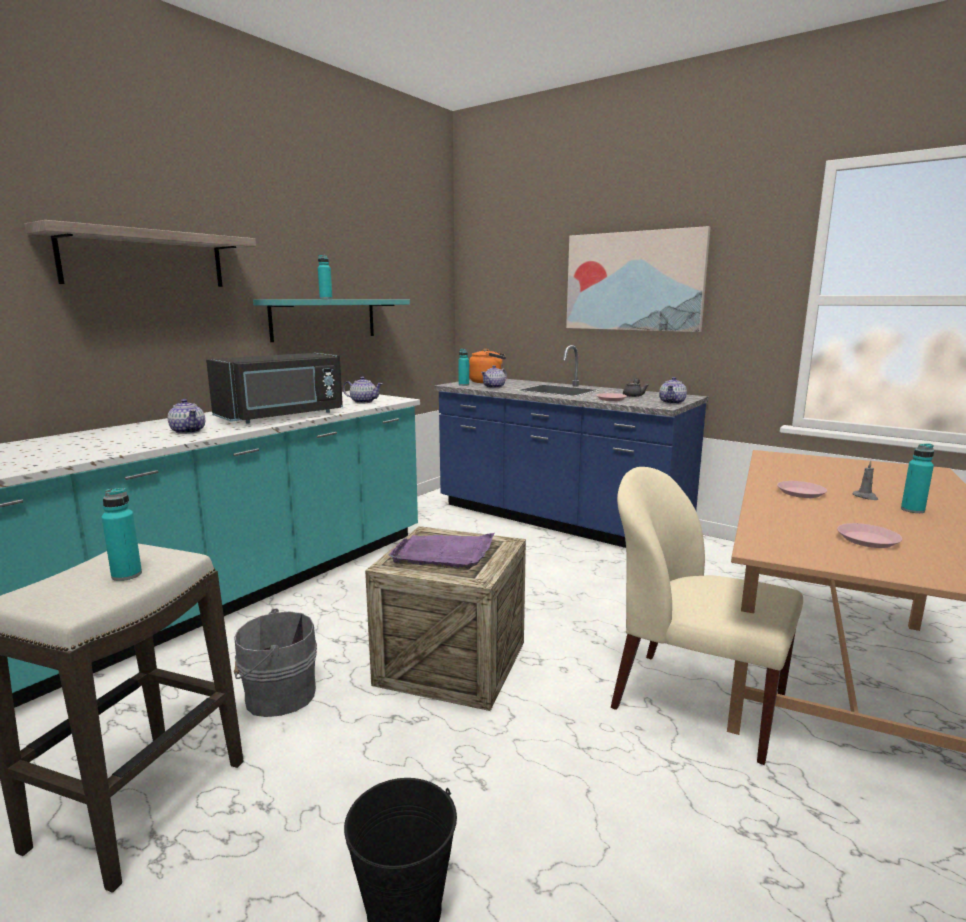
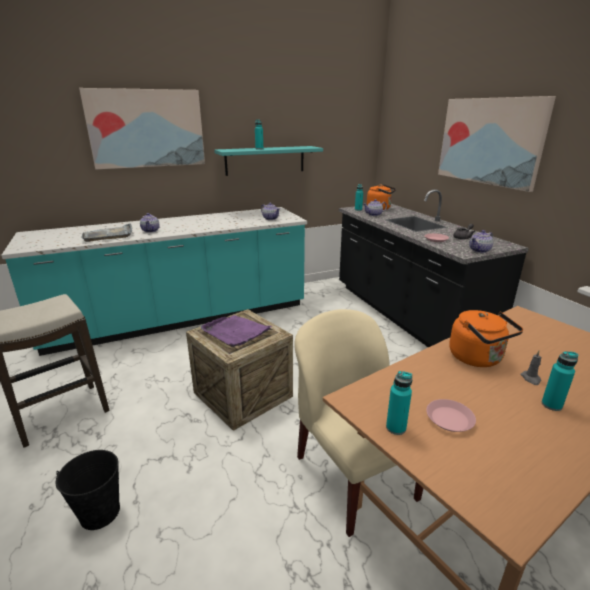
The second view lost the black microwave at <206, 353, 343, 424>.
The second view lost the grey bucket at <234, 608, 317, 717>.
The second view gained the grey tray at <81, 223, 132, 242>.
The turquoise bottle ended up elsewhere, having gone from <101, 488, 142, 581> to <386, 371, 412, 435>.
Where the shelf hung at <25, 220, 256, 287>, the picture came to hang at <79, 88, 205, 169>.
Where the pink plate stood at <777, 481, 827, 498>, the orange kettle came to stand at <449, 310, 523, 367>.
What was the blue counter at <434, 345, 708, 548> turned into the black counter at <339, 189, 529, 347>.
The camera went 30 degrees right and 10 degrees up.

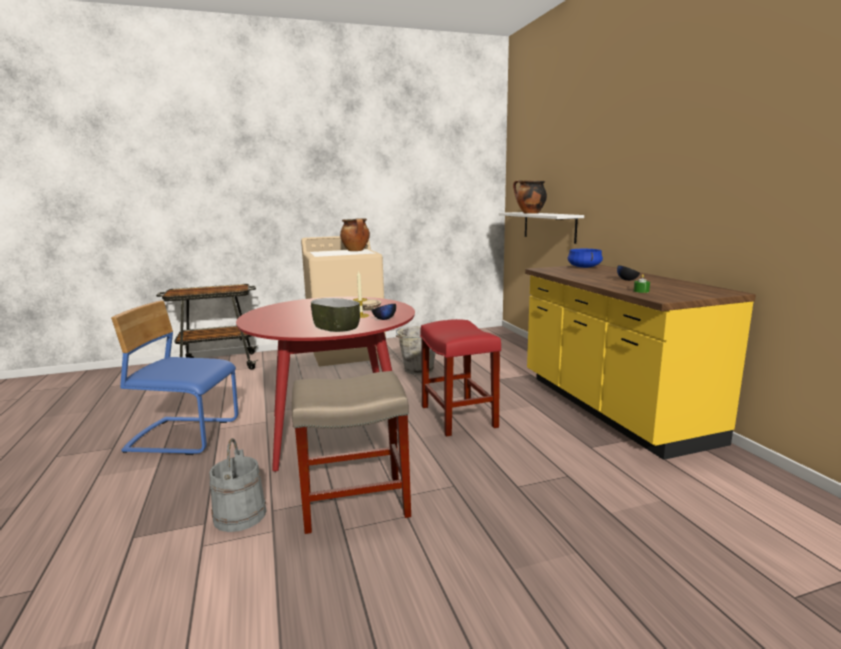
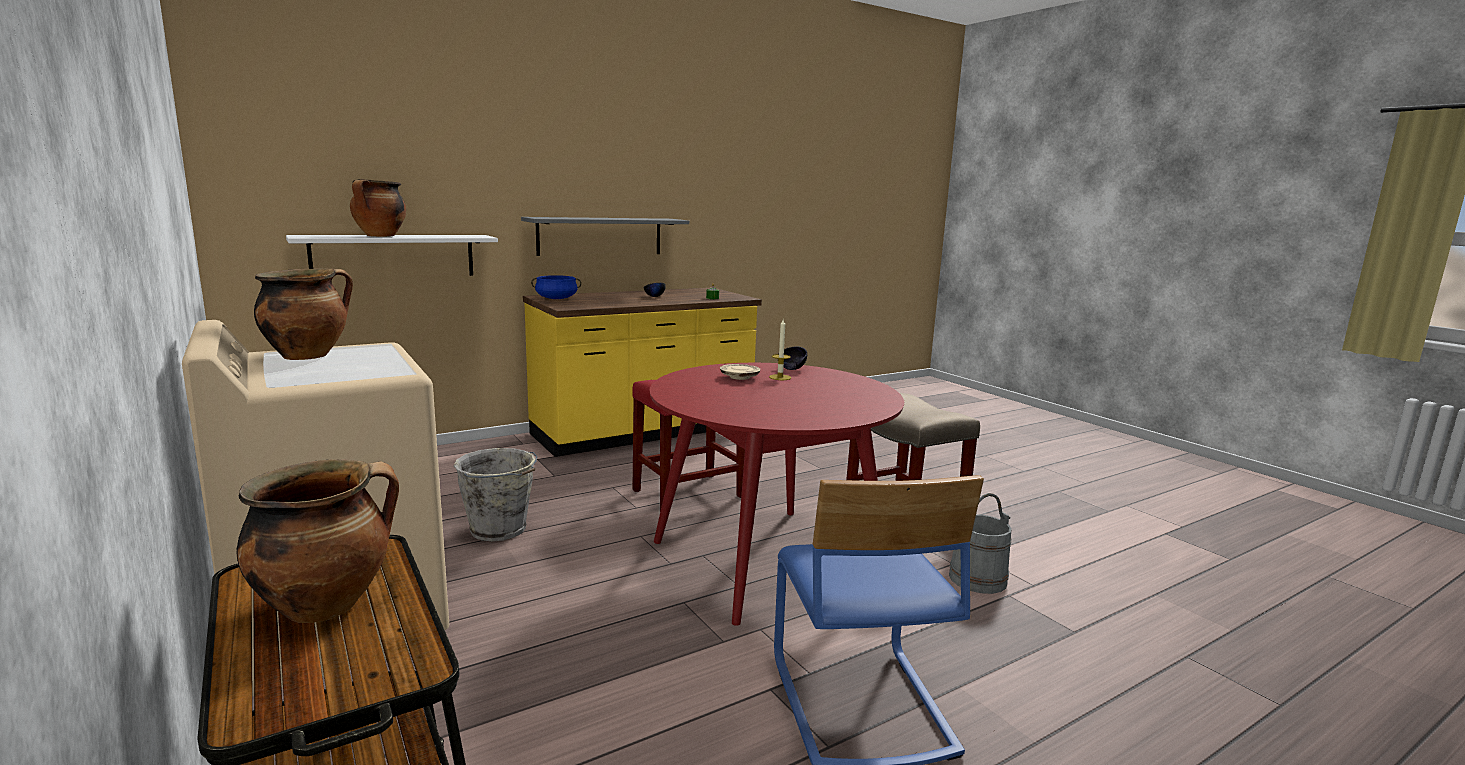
The second view lost the bowl at <311, 298, 360, 332>.
The second view gained the cooking pot at <236, 459, 399, 623>.
The second view gained the grey shelf at <521, 217, 689, 256>.
The camera went 105 degrees left and 0 degrees up.

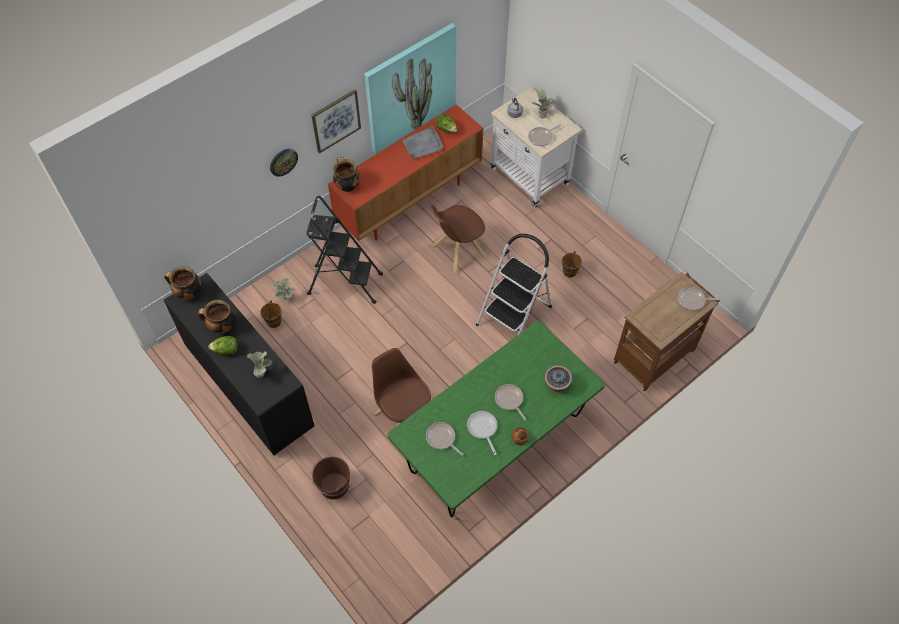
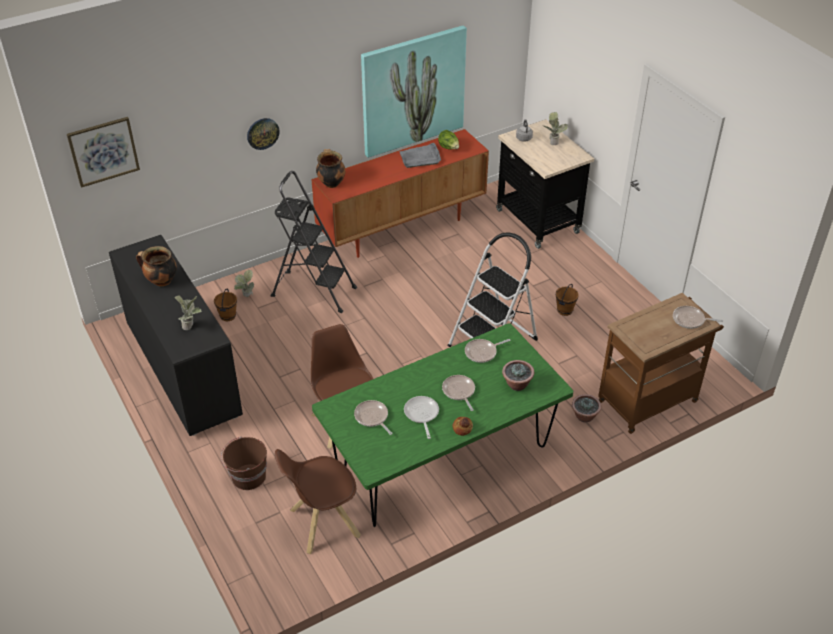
The second view lost the cooking pot at <164, 266, 201, 300>.
The second view lost the lettuce at <208, 336, 238, 355>.
The second view gained the potted plant at <572, 394, 601, 422>.
The picture ended up elsewhere, having gone from <311, 90, 361, 153> to <67, 117, 140, 188>.
The brown chair ended up elsewhere, having gone from <430, 205, 487, 275> to <275, 449, 361, 554>.
The frying pan ended up elsewhere, having gone from <528, 124, 561, 146> to <465, 339, 510, 363>.
What was the white cart at <490, 87, 582, 208> turned into the black cart at <496, 119, 594, 249>.
The camera went 10 degrees right and 15 degrees down.

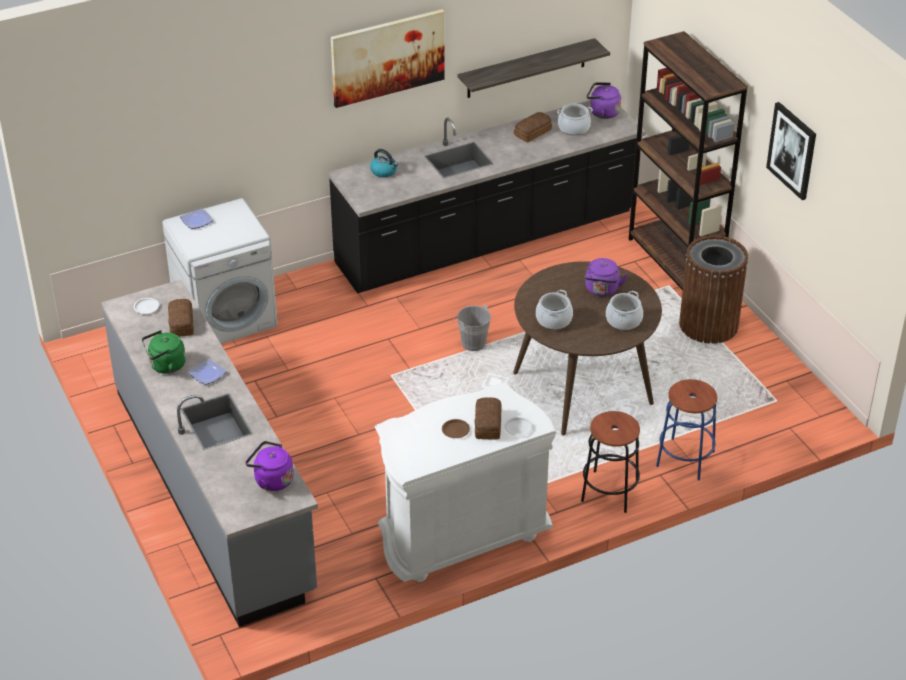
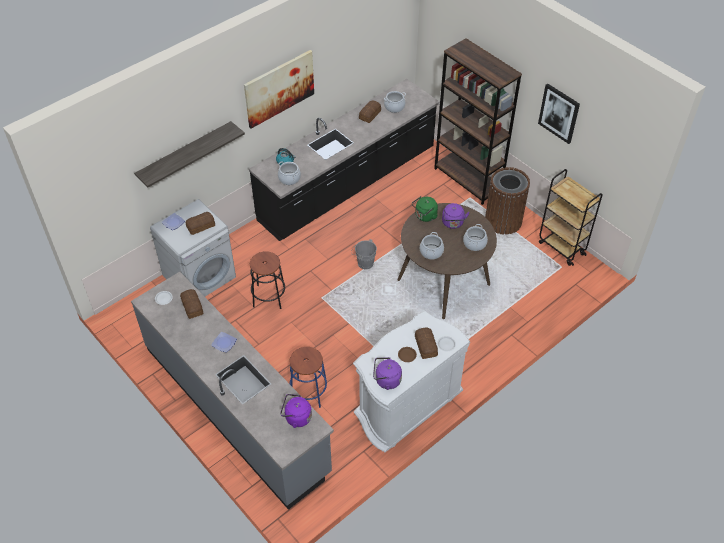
The second view gained the bread at <186, 212, 215, 235>.
The second view gained the cooking pot at <278, 161, 301, 185>.
The second view gained the brown cart at <539, 169, 603, 266>.
The green kettle ended up elsewhere, having gone from <142, 330, 186, 374> to <412, 196, 438, 222>.
The shelf ended up elsewhere, having gone from <457, 38, 610, 98> to <134, 121, 245, 187>.
The black stool ended up elsewhere, having gone from <581, 411, 640, 513> to <250, 251, 285, 309>.
The purple kettle ended up elsewhere, having gone from <587, 83, 621, 119> to <373, 357, 402, 390>.
The blue stool ended up elsewhere, having gone from <656, 379, 717, 480> to <289, 347, 327, 408>.
The camera went 15 degrees left and 10 degrees up.

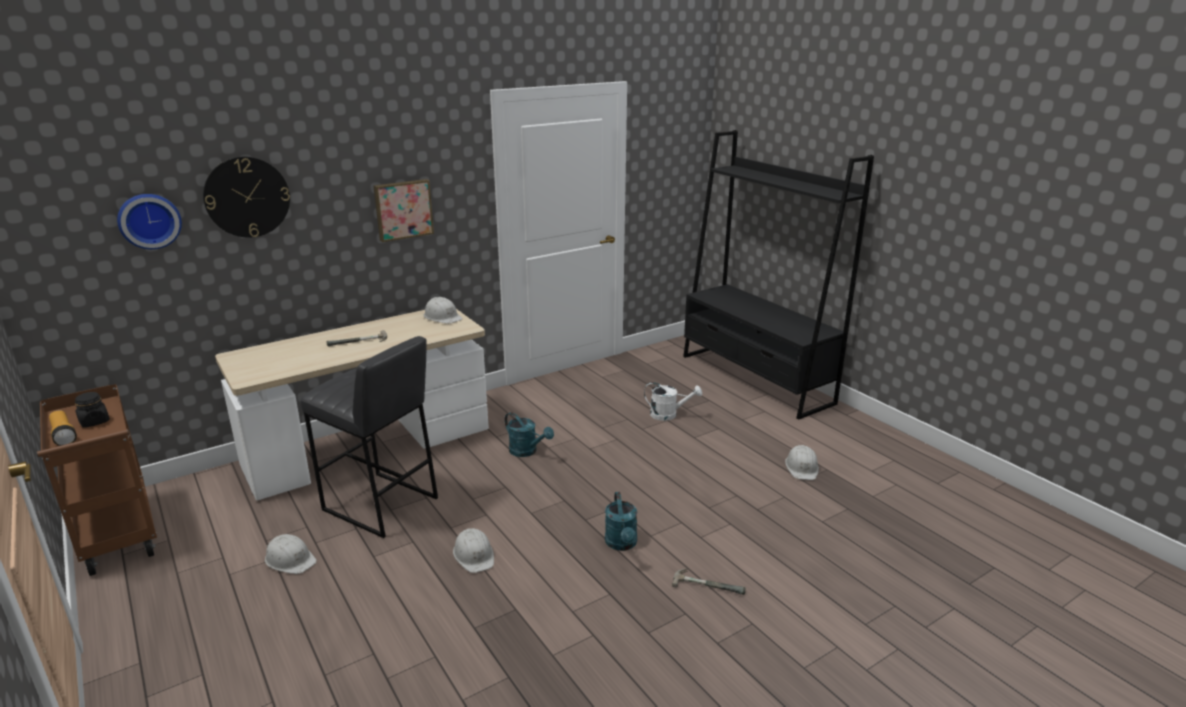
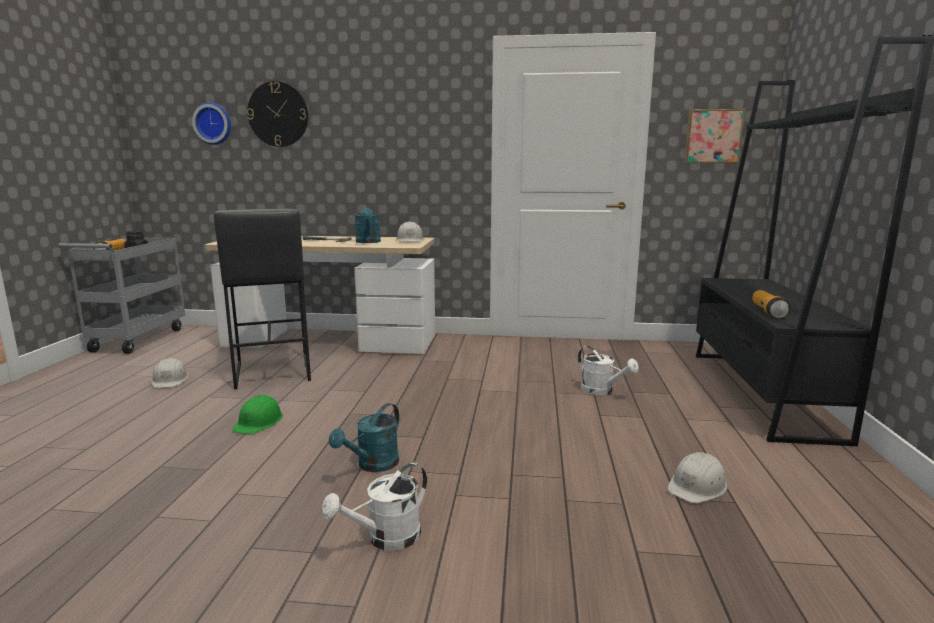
The second view gained the flashlight at <752, 290, 791, 319>.
The picture ended up elsewhere, having gone from <373, 179, 434, 242> to <684, 109, 745, 163>.
The turquoise watering can ended up elsewhere, having gone from <504, 412, 554, 457> to <354, 205, 381, 243>.
Where the hammer stood at <672, 568, 746, 595>, the white watering can came to stand at <322, 463, 427, 551>.
What was the brown cart at <37, 384, 157, 576> turned into the grey cart at <58, 237, 185, 354>.
What was the white hard hat at <453, 528, 494, 573> turned into the green hard hat at <232, 395, 283, 434>.
The camera went 40 degrees right and 10 degrees down.

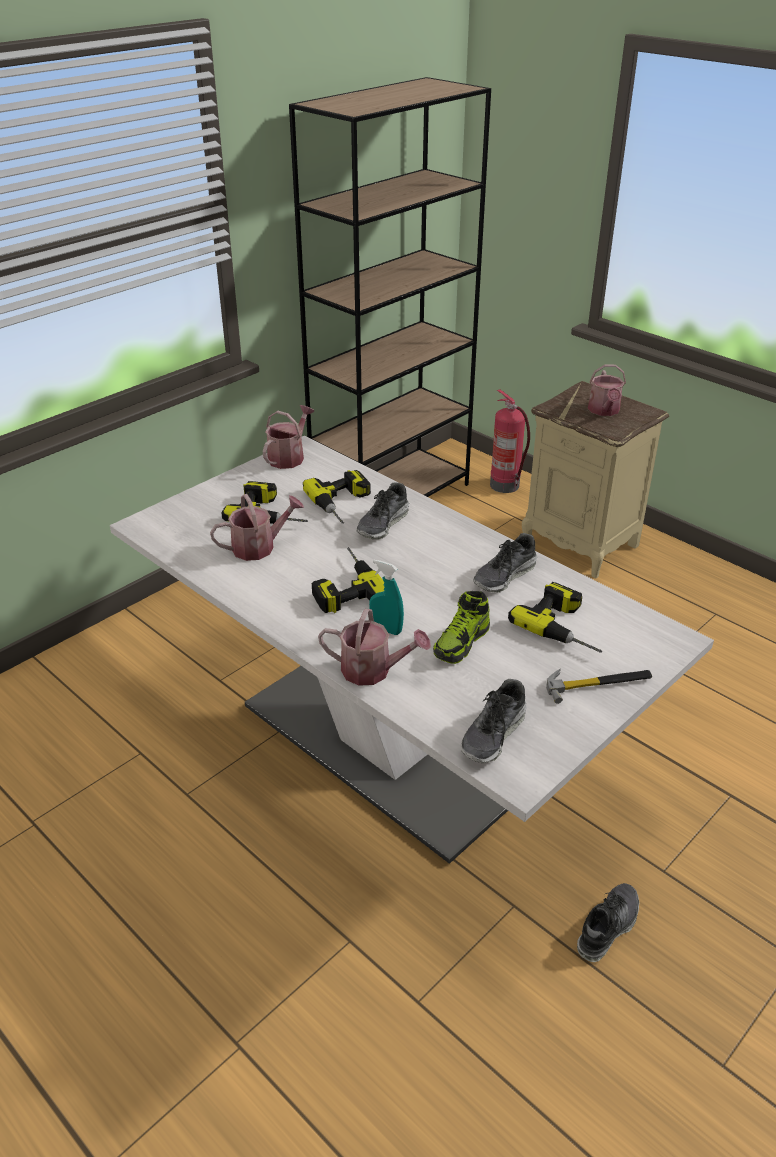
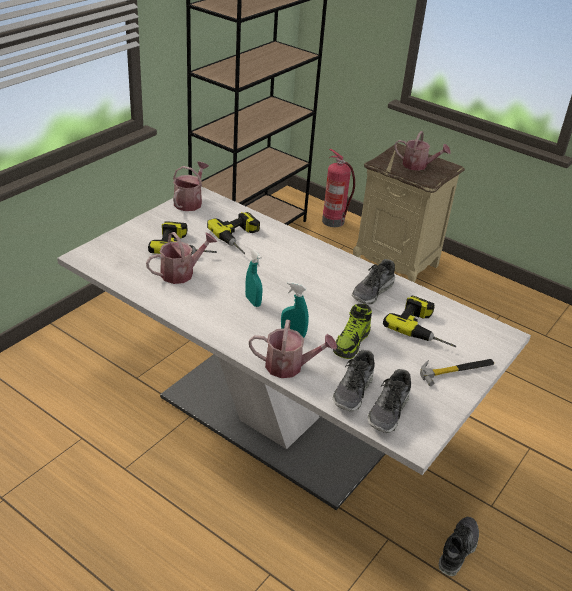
The shoe ended up elsewhere, having gone from <356, 482, 409, 539> to <333, 350, 375, 412>.
Where the power drill stood at <312, 547, 384, 613>, the turquoise spray bottle came to stand at <245, 250, 263, 307>.
The watering can at <588, 364, 626, 416> ended up facing another way, 60 degrees counterclockwise from before.
The camera went 10 degrees left and 0 degrees up.

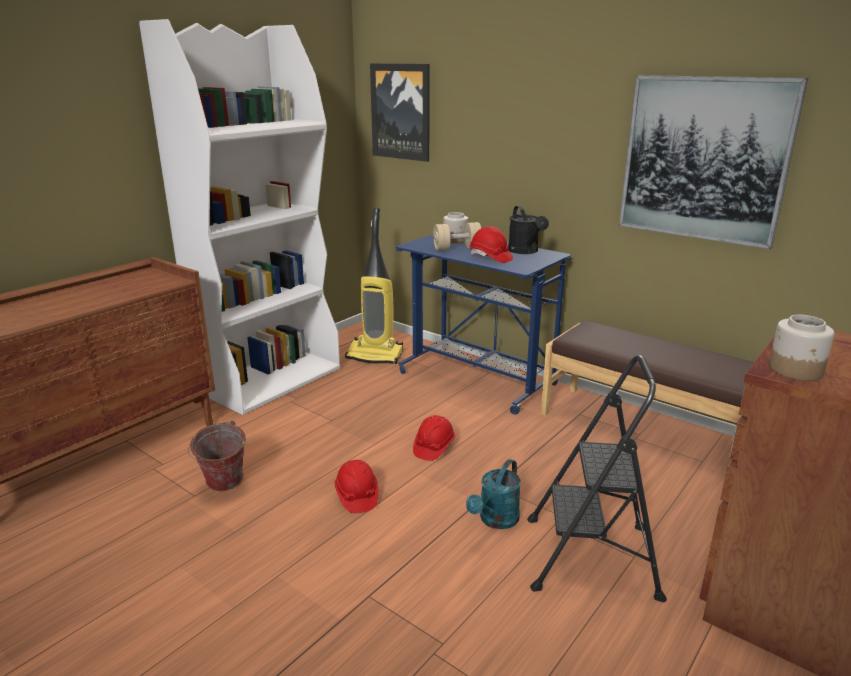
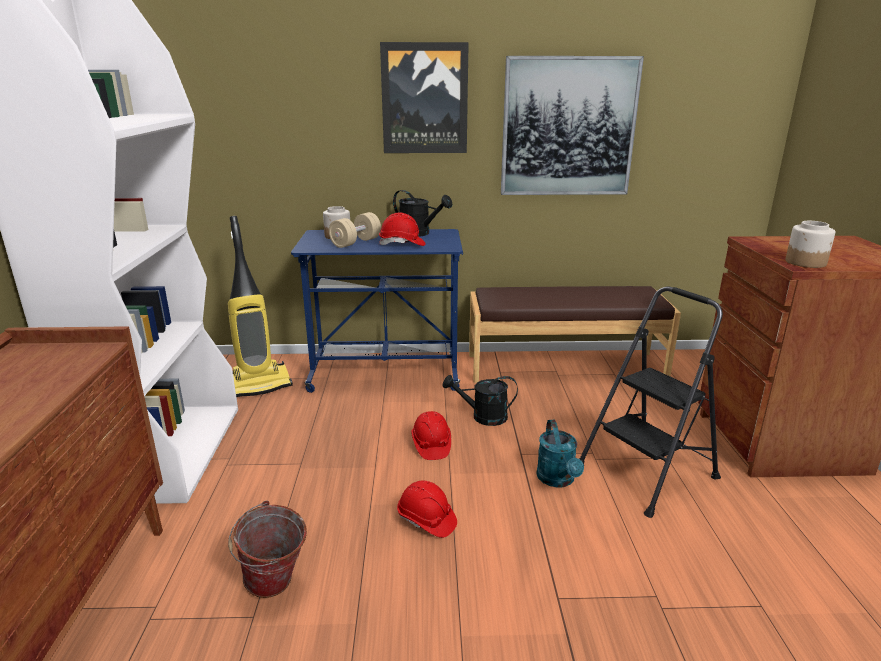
The second view gained the black watering can at <443, 375, 518, 426>.
The picture ended up elsewhere, having gone from <370, 64, 430, 162> to <380, 42, 469, 153>.
The camera went 40 degrees left and 0 degrees up.

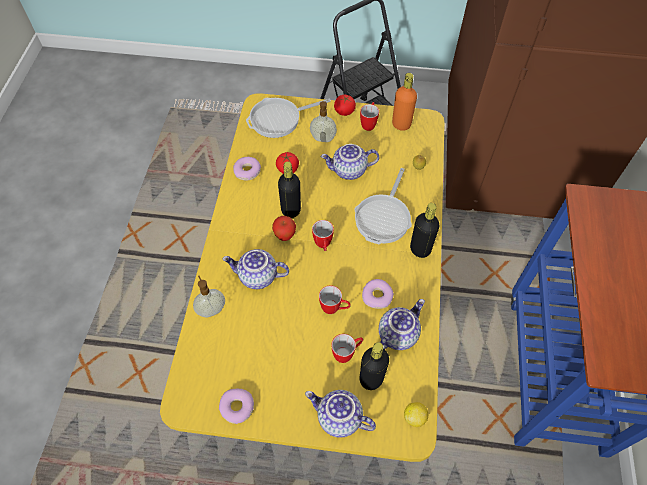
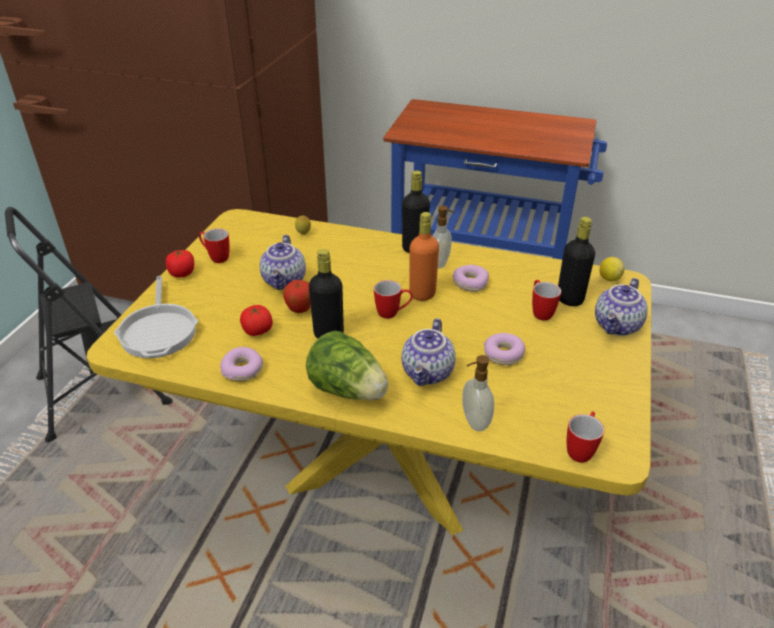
The second view lost the frying pan at <354, 168, 412, 244>.
The second view lost the teapot at <379, 299, 425, 350>.
The second view gained the lettuce at <306, 330, 388, 400>.
The donut ended up elsewhere, having gone from <219, 389, 254, 424> to <484, 333, 525, 365>.
The apple ended up elsewhere, having gone from <272, 216, 296, 241> to <283, 280, 311, 313>.
The soap dispenser ended up elsewhere, having gone from <310, 101, 337, 142> to <432, 206, 455, 269>.
The mug ended up elsewhere, having gone from <319, 285, 351, 314> to <567, 411, 604, 463>.
The orange bottle ended up elsewhere, having gone from <392, 73, 417, 131> to <409, 212, 439, 301>.
The camera went 80 degrees left and 20 degrees down.

